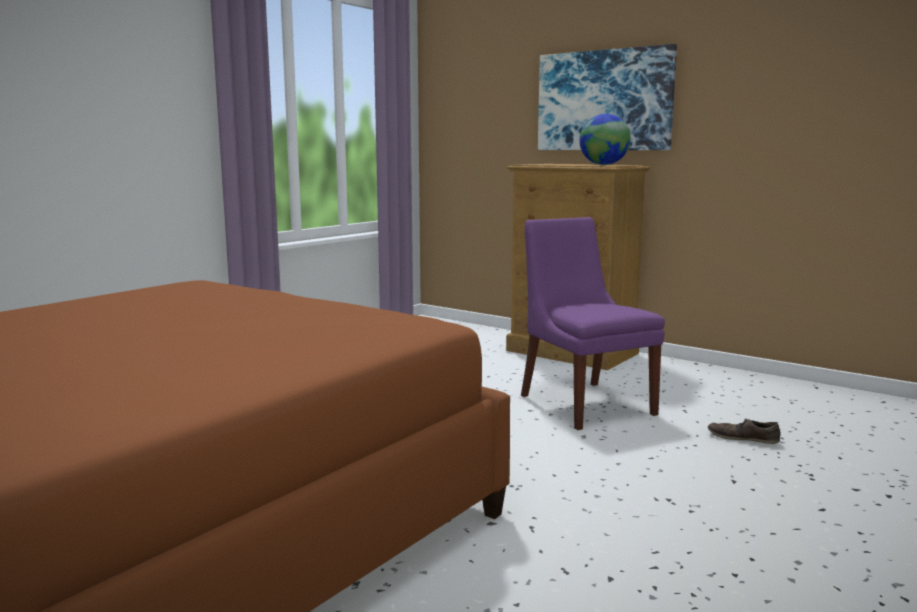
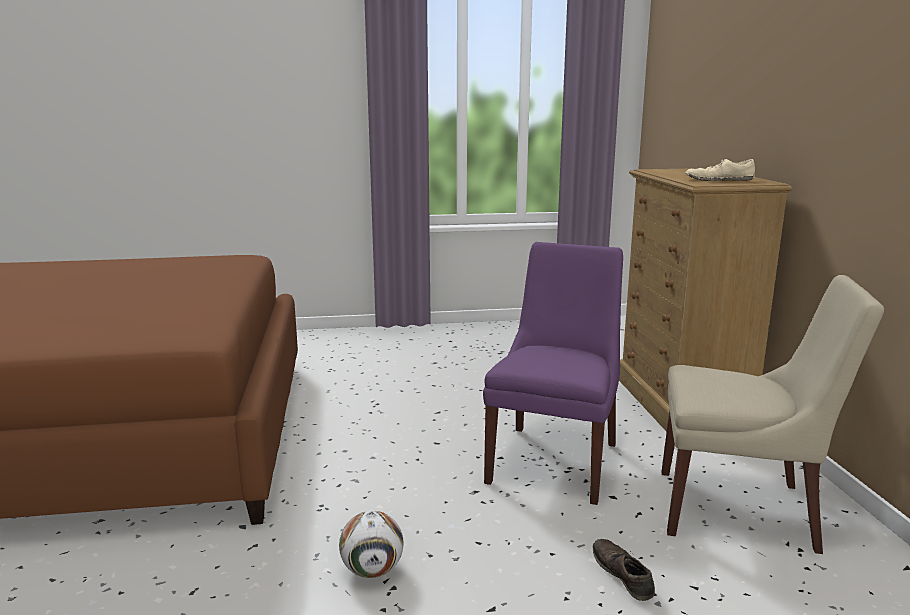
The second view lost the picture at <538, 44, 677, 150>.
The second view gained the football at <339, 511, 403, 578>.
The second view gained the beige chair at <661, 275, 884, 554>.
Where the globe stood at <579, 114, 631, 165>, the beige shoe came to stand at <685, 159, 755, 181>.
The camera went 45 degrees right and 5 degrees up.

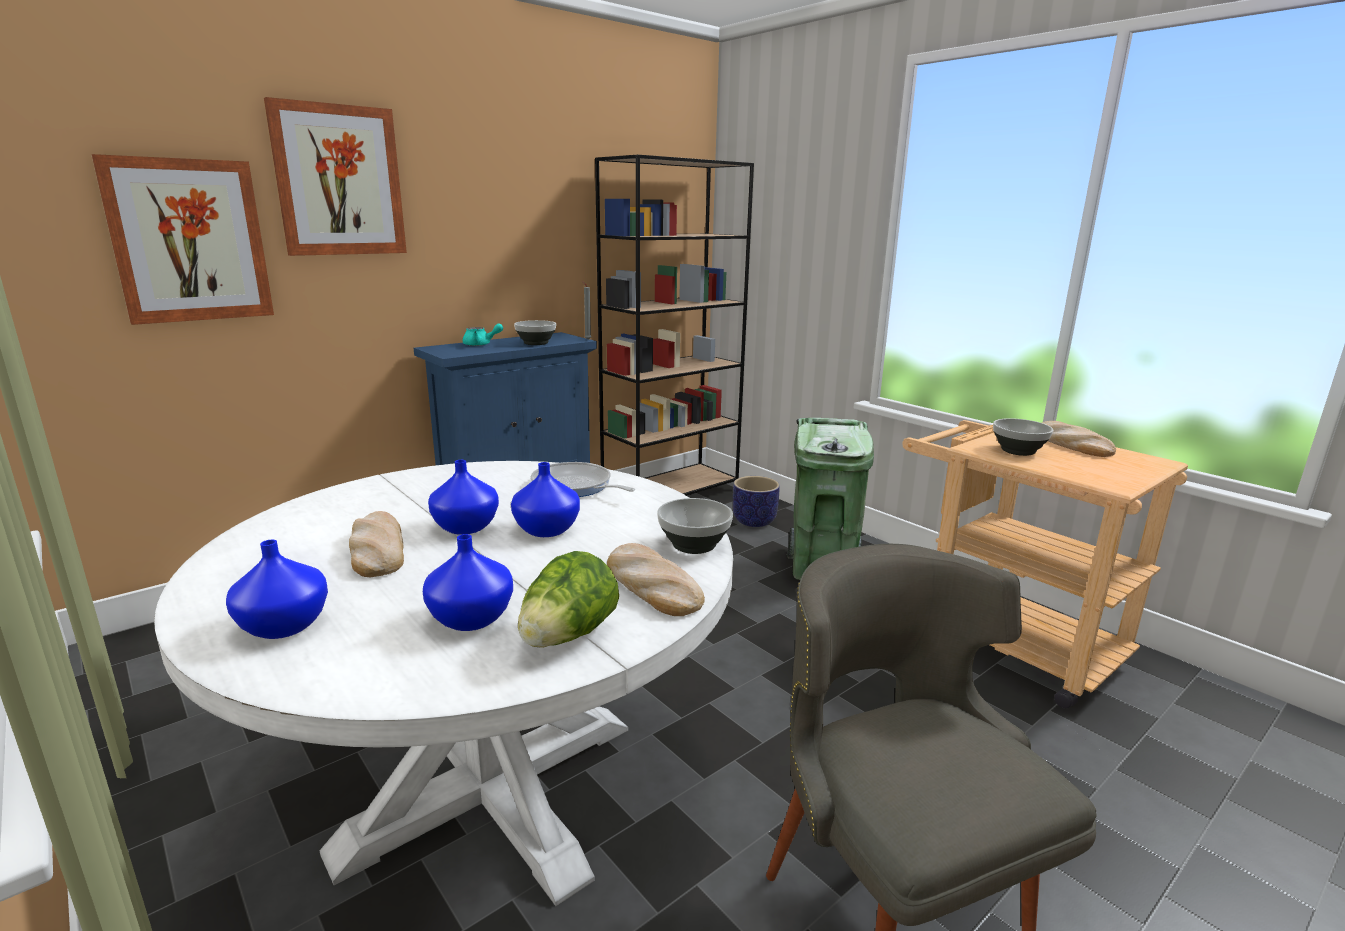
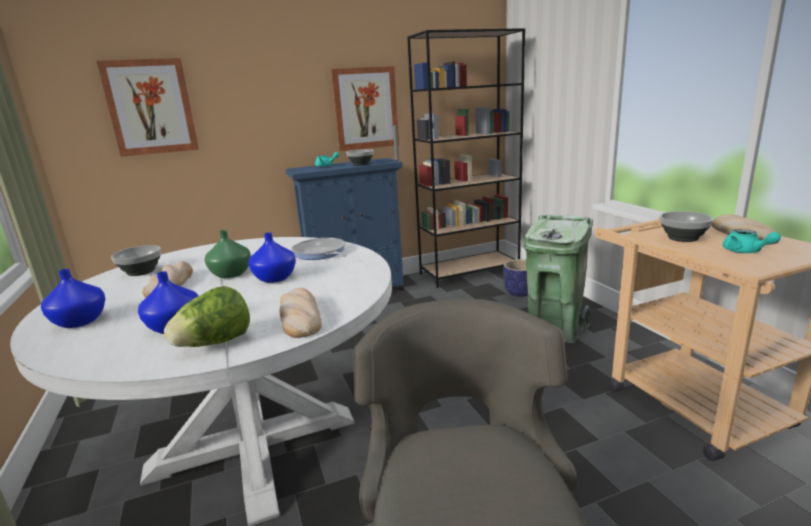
The second view gained the turquoise teapot at <723, 229, 781, 253>.
The picture ended up elsewhere, having gone from <264, 97, 407, 256> to <331, 66, 399, 151>.
The bowl ended up elsewhere, having gone from <657, 498, 733, 554> to <111, 245, 161, 276>.
What was the blue vase at <428, 460, 499, 535> turned into the green vase at <204, 230, 251, 278>.
The camera went 20 degrees right and 0 degrees up.

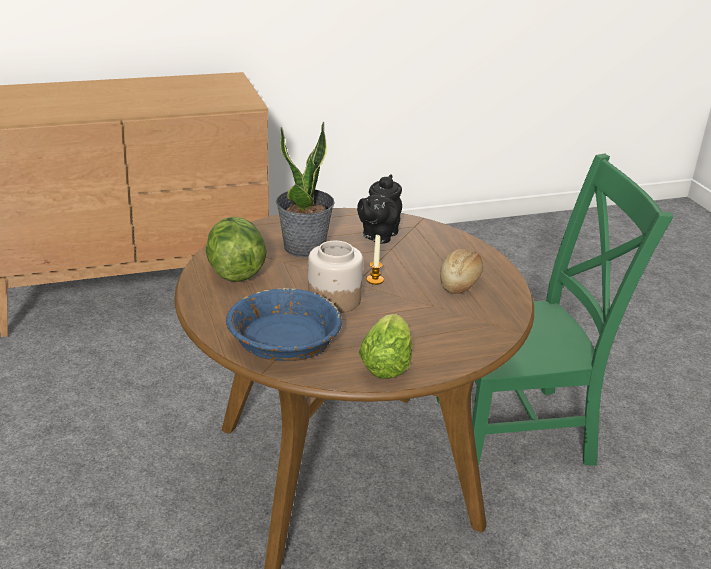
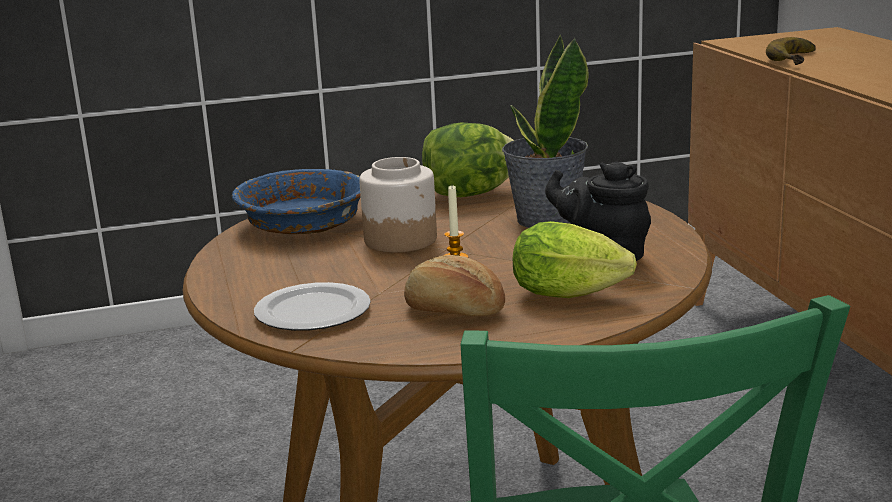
The second view gained the plate at <254, 282, 371, 331>.
The second view gained the banana at <766, 37, 816, 65>.
The lettuce ended up elsewhere, having gone from <359, 314, 412, 379> to <513, 221, 637, 298>.
The camera went 95 degrees right and 10 degrees down.

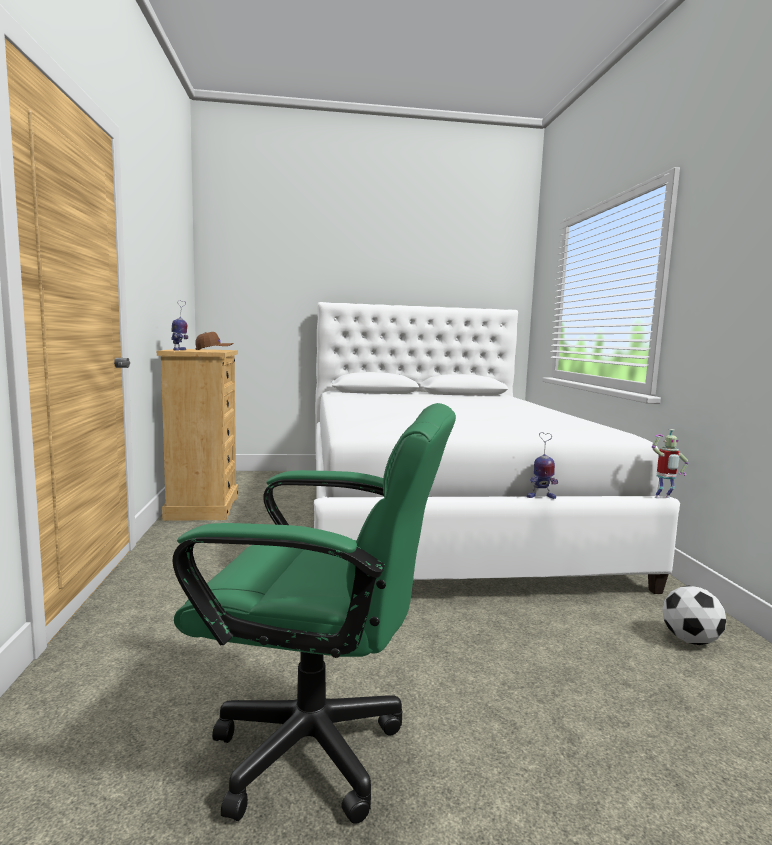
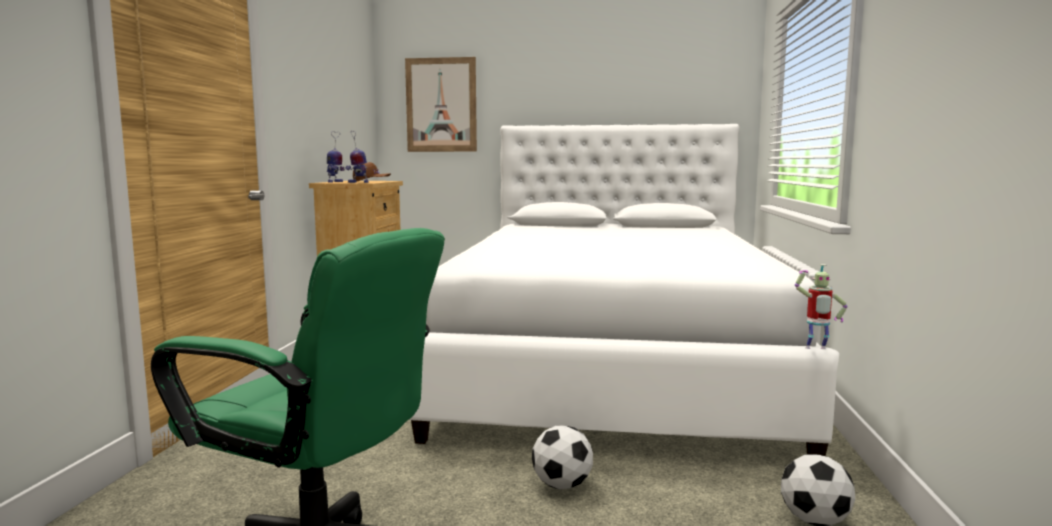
The second view gained the picture at <405, 57, 477, 152>.
The second view gained the football at <532, 425, 593, 490>.
The toy robot ended up elsewhere, having gone from <527, 432, 558, 499> to <345, 131, 369, 183>.
The camera went 15 degrees right and 0 degrees up.

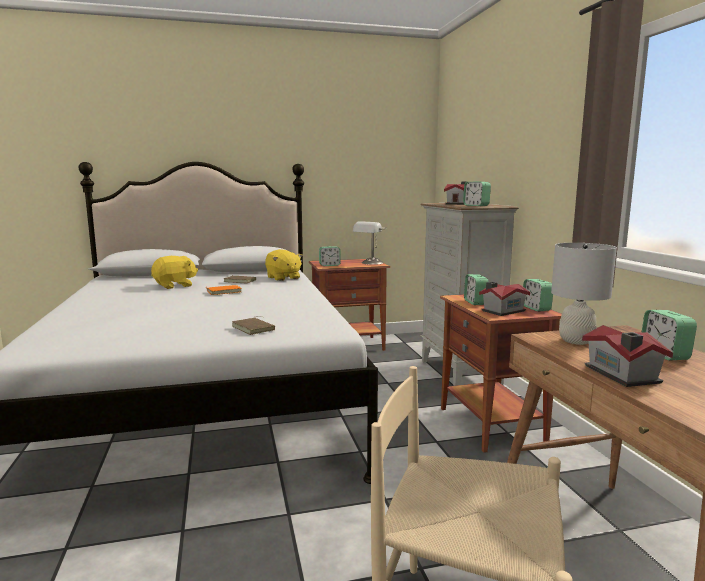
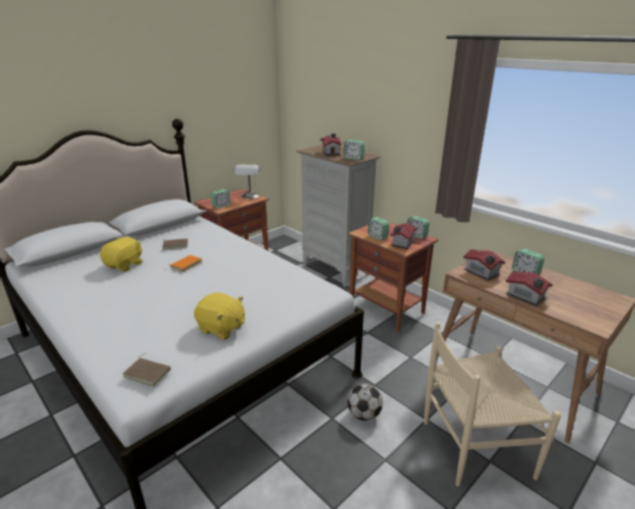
The second view gained the football at <347, 383, 383, 421>.
The brown book ended up elsewhere, having gone from <232, 316, 275, 335> to <123, 353, 171, 387>.
The yellow plush toy ended up elsewhere, having gone from <265, 249, 303, 281> to <194, 292, 245, 340>.
Where the grey table lamp stood at <551, 243, 617, 345>, the toy house came to stand at <463, 249, 505, 281>.
The camera went 30 degrees left and 15 degrees up.

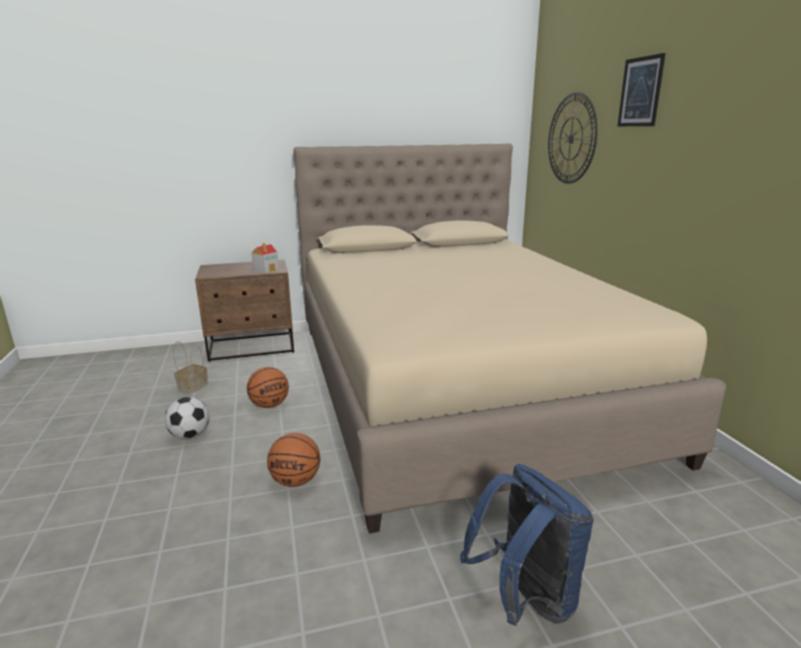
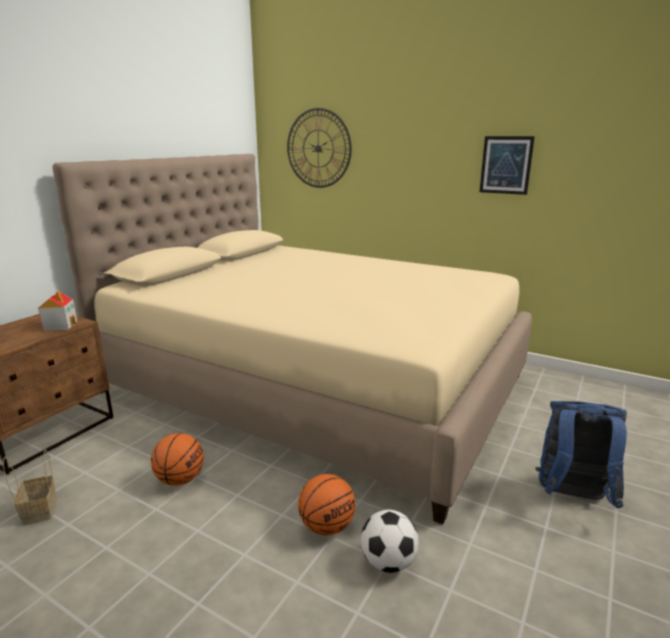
The football ended up elsewhere, having gone from <164, 397, 209, 439> to <361, 509, 419, 573>.
The picture ended up elsewhere, having gone from <618, 53, 666, 126> to <480, 136, 535, 195>.
The camera went 45 degrees left and 0 degrees up.

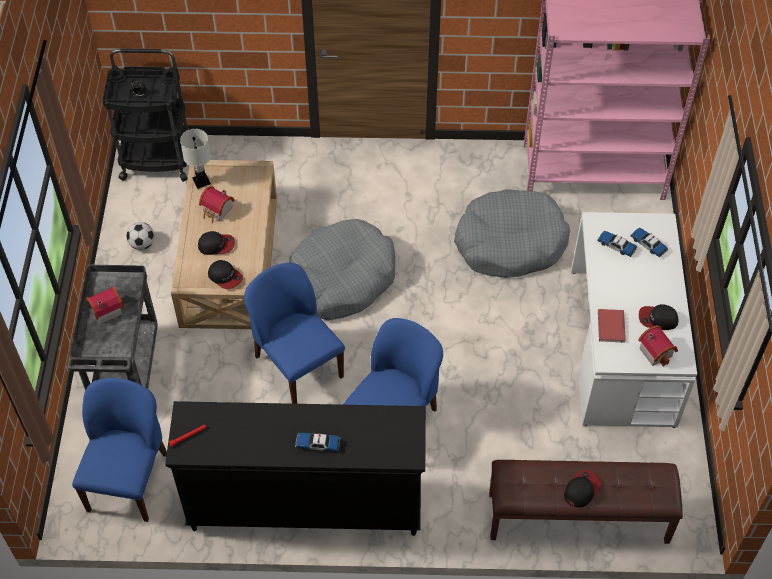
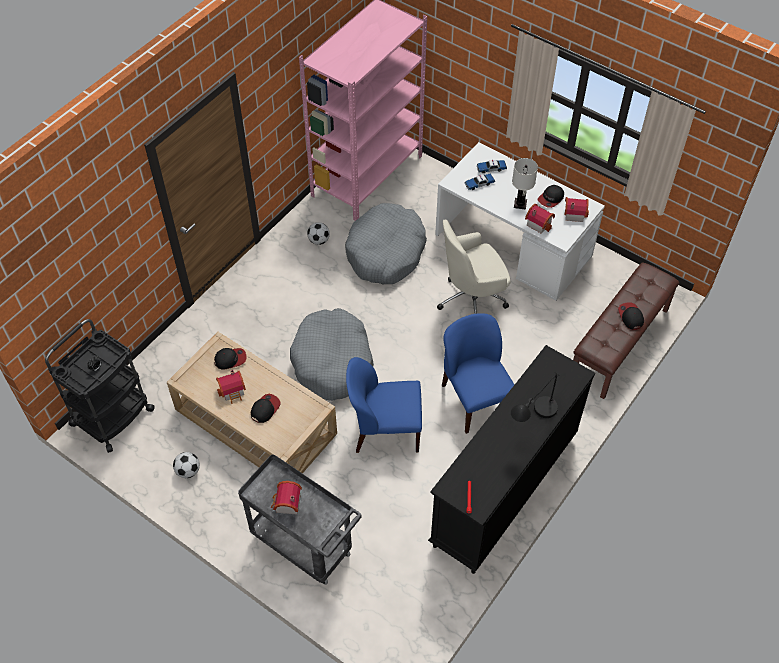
The second view lost the blue chair at <72, 378, 167, 522>.
The second view gained the football at <307, 222, 330, 245>.
The second view gained the beige office chair at <437, 220, 511, 314>.
The white table lamp ended up elsewhere, having gone from <180, 129, 211, 189> to <512, 158, 538, 210>.
The cap ended up elsewhere, having gone from <208, 260, 243, 289> to <214, 348, 246, 370>.
Where the toy car stood at <295, 432, 341, 452>, the black table lamp came to stand at <511, 373, 559, 422>.
Where the red book stood at <598, 309, 626, 343>, the toy house came to stand at <525, 204, 555, 234>.
The camera went 55 degrees left and 0 degrees up.

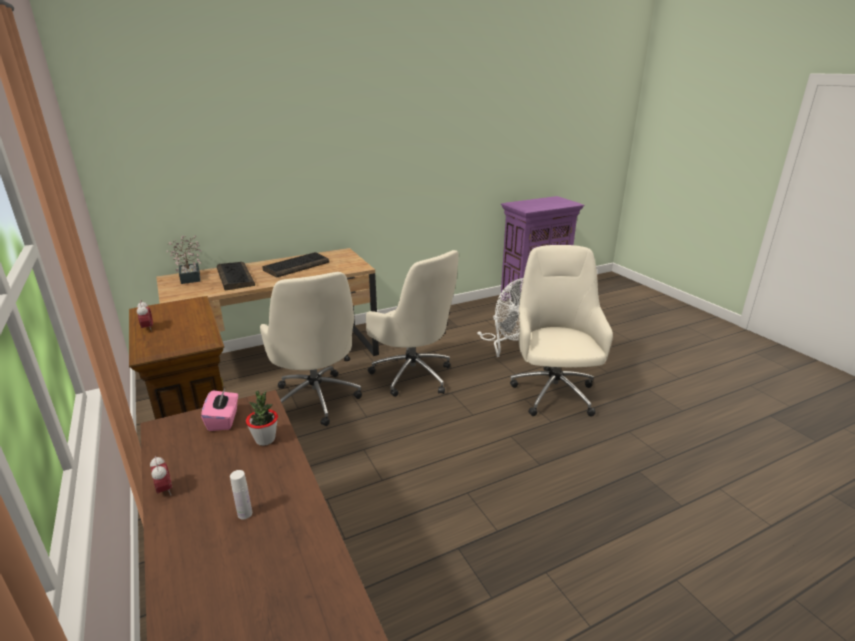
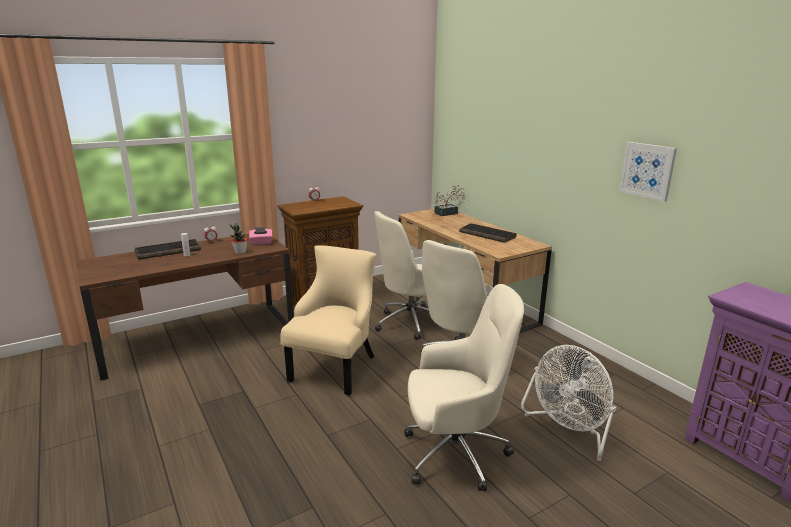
The second view gained the beige chair at <280, 245, 376, 396>.
The second view gained the picture at <619, 142, 677, 202>.
The keyboard ended up elsewhere, having gone from <217, 262, 255, 291> to <135, 239, 201, 260>.
The camera went 85 degrees right and 5 degrees down.

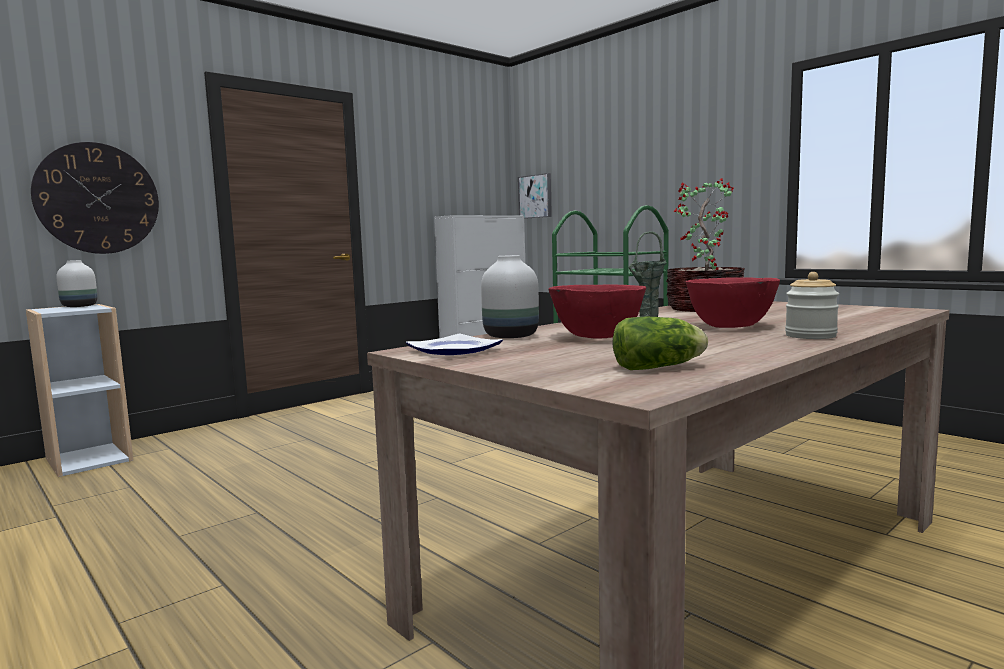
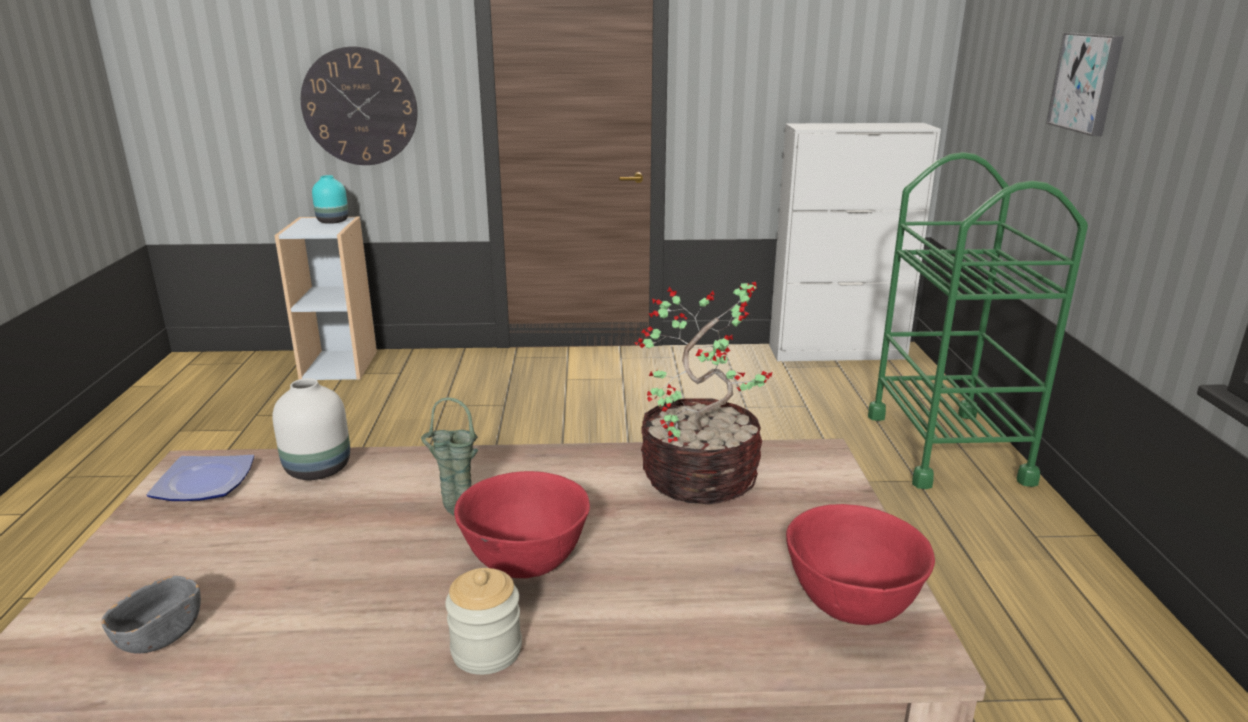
The picture ended up elsewhere, having gone from <518, 173, 552, 219> to <1046, 33, 1124, 136>.
The red bowl ended up elsewhere, having gone from <549, 284, 646, 338> to <786, 504, 935, 625>.
Where the lettuce stood at <613, 317, 708, 370>, the grey bowl came to stand at <102, 576, 201, 654>.
What was the white vase at <56, 260, 98, 307> turned into the turquoise vase at <312, 175, 348, 224>.
The camera went 40 degrees right and 15 degrees up.

